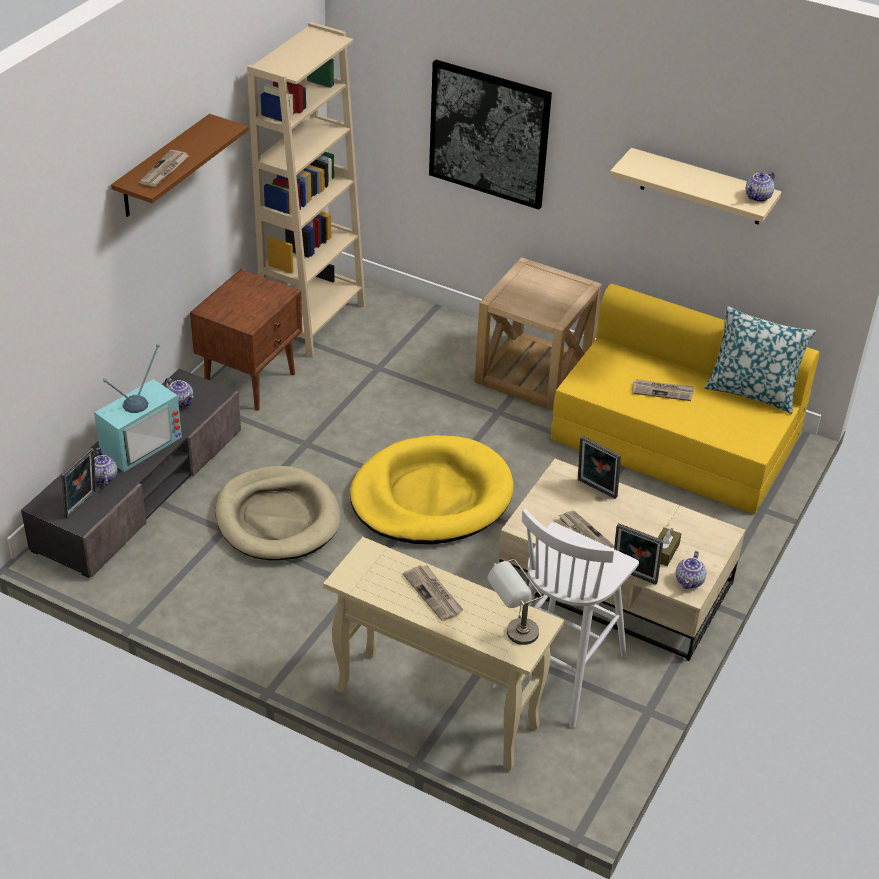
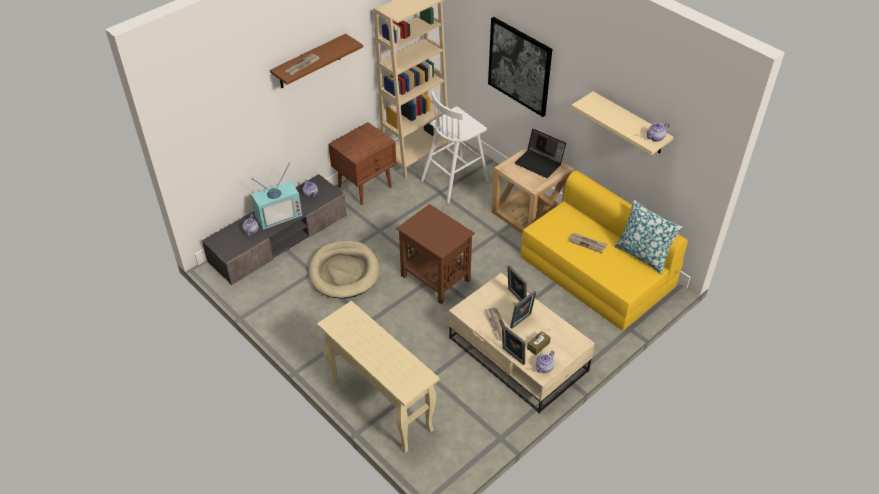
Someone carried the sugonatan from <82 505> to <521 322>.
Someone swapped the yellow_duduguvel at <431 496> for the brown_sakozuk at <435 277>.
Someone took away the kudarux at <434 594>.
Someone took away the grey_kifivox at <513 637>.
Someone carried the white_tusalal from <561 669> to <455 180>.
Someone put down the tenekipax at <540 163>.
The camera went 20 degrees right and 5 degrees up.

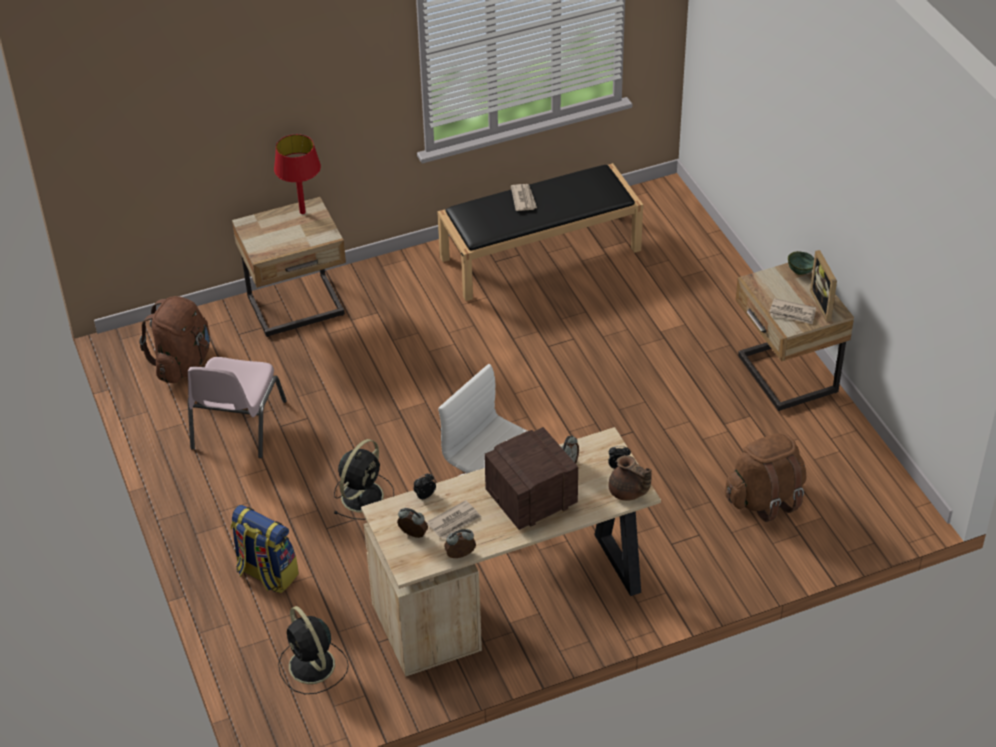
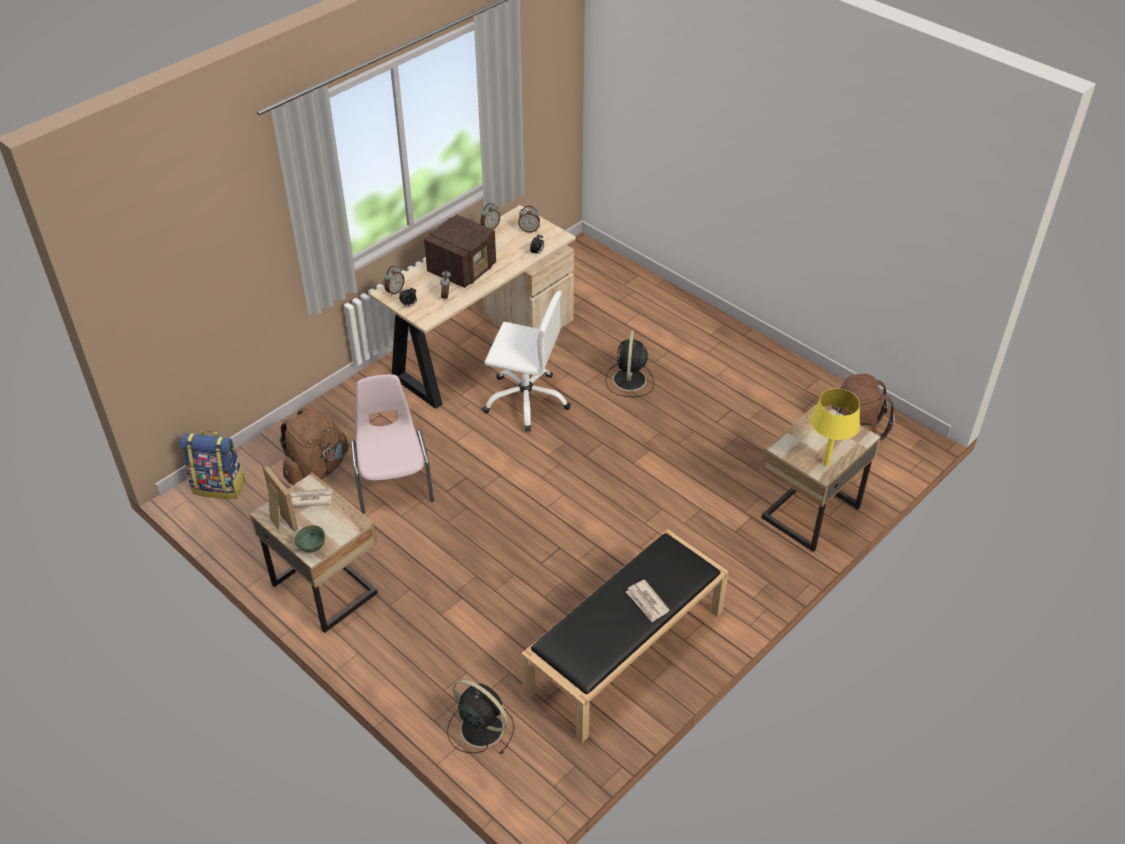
Someone carried the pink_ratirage from <236 426> to <393 480>.
Someone carried the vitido from <266 574> to <220 486>.
Someone repainted the red_kifivox at <302 212>, which became the yellow_kifivox at <826 464>.
Someone carried the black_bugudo from <313 667> to <480 727>.
Someone took away the kudarux at <454 521>.
Someone swapped the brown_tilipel at <628 492> for the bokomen at <394 291>.
The camera went 155 degrees right and 0 degrees up.

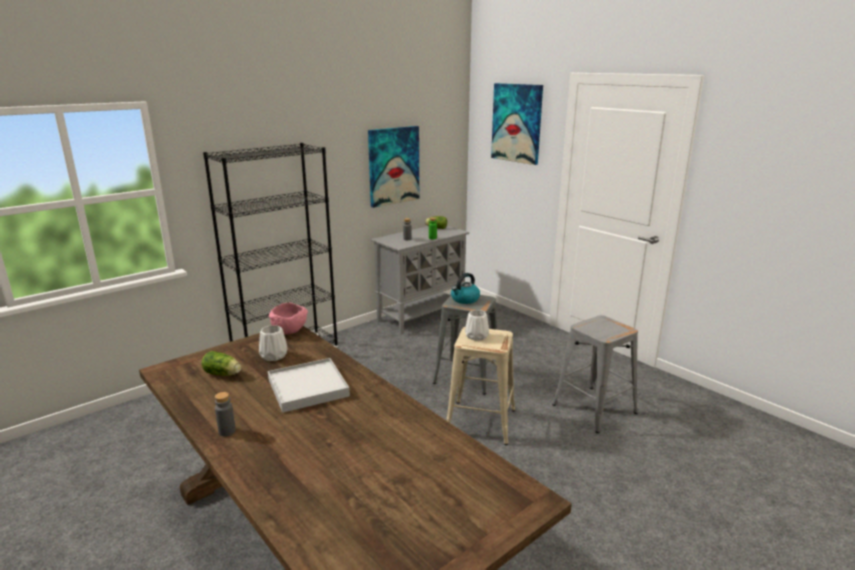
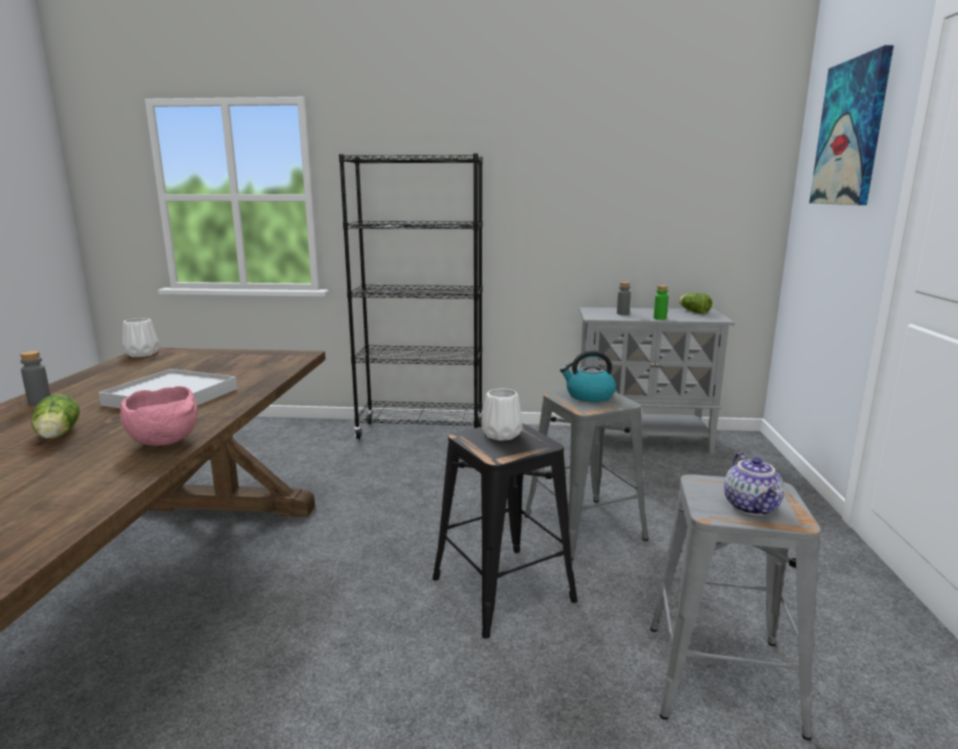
Someone carried the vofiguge from <223 374> to <57 436>.
Someone carried the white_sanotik from <273 356> to <141 354>.
Someone carried the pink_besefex from <290 331> to <166 442>.
Someone took away the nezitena at <393 166>.
Someone repainted the beige_tusalal at <481 421>, which became the black_tusalal at <504 588>.
Someone put down the tilipel at <752 507>.
The camera went 45 degrees right and 5 degrees down.

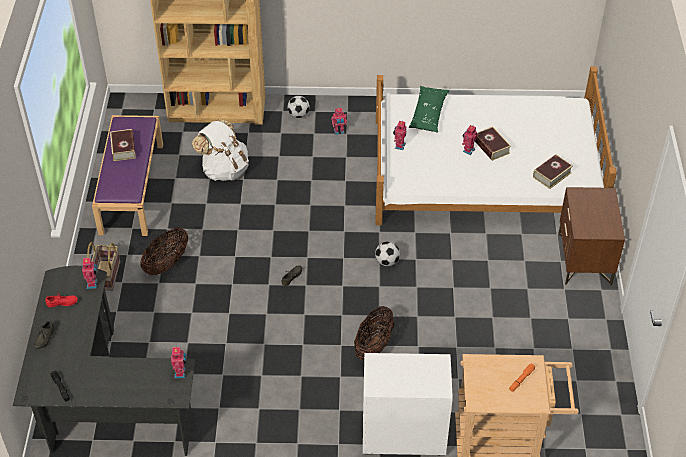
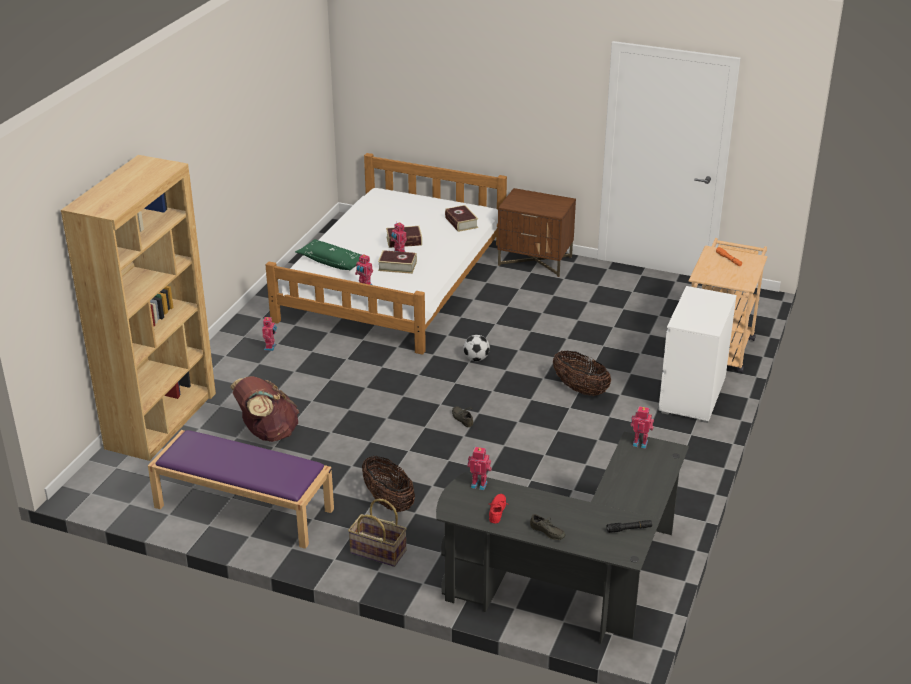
Someone carried the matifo from <123 148> to <397 266>.
Someone repainted the white_vitido at <224 169>, which became the brown_vitido at <267 433>.
Someone took away the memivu at <298 115>.
The camera went 70 degrees left and 15 degrees down.

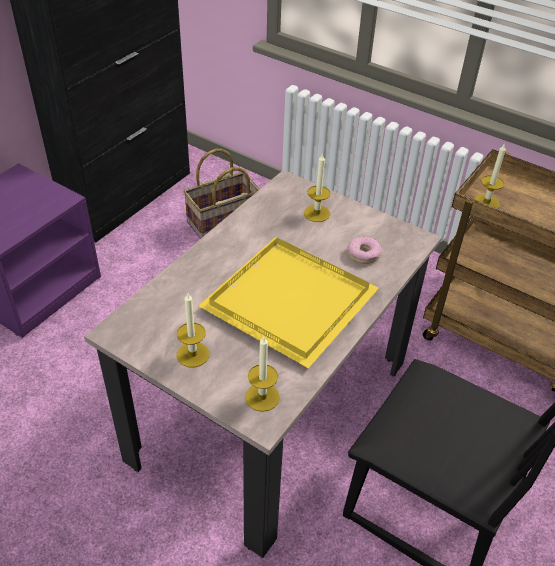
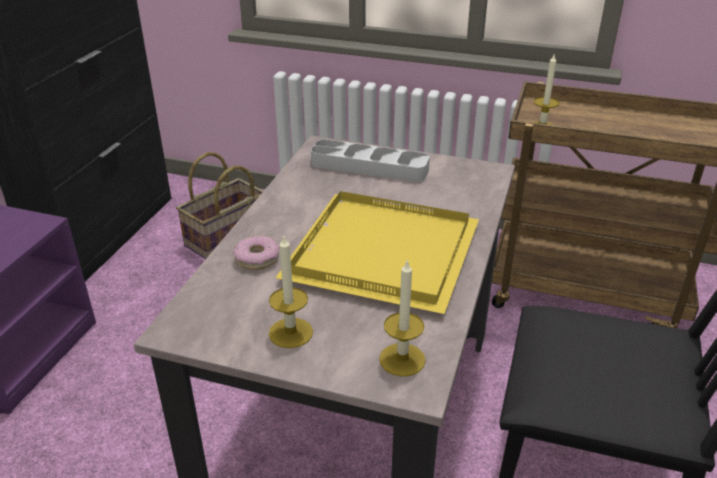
Someone swapped the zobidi at <317 213> for the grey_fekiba at <369 167>.
Someone carried the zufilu from <363 254> to <257 258>.
The camera went 15 degrees left and 10 degrees down.

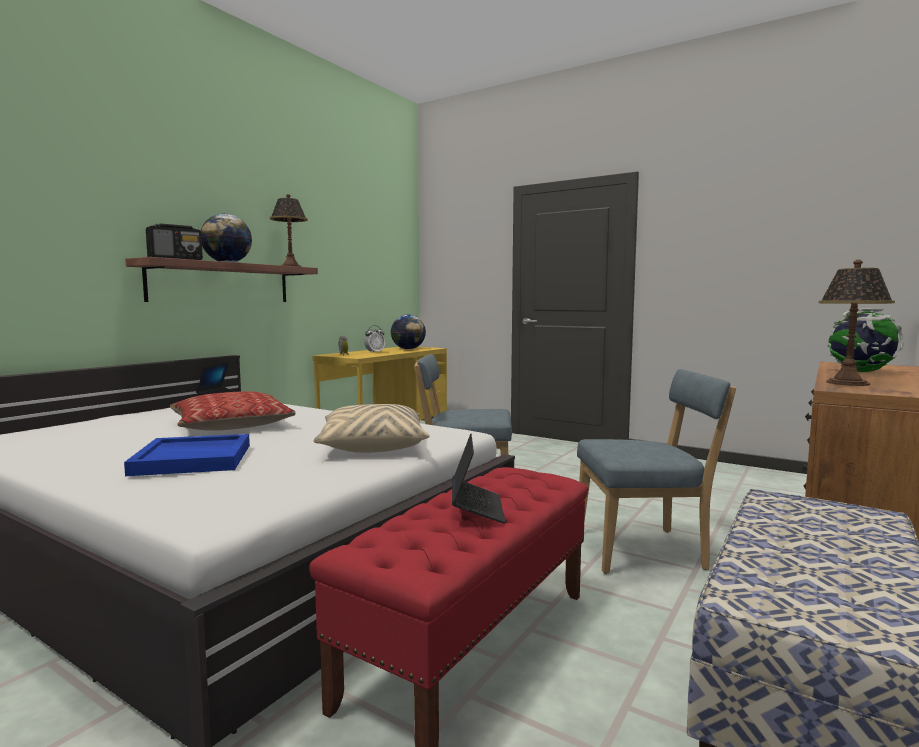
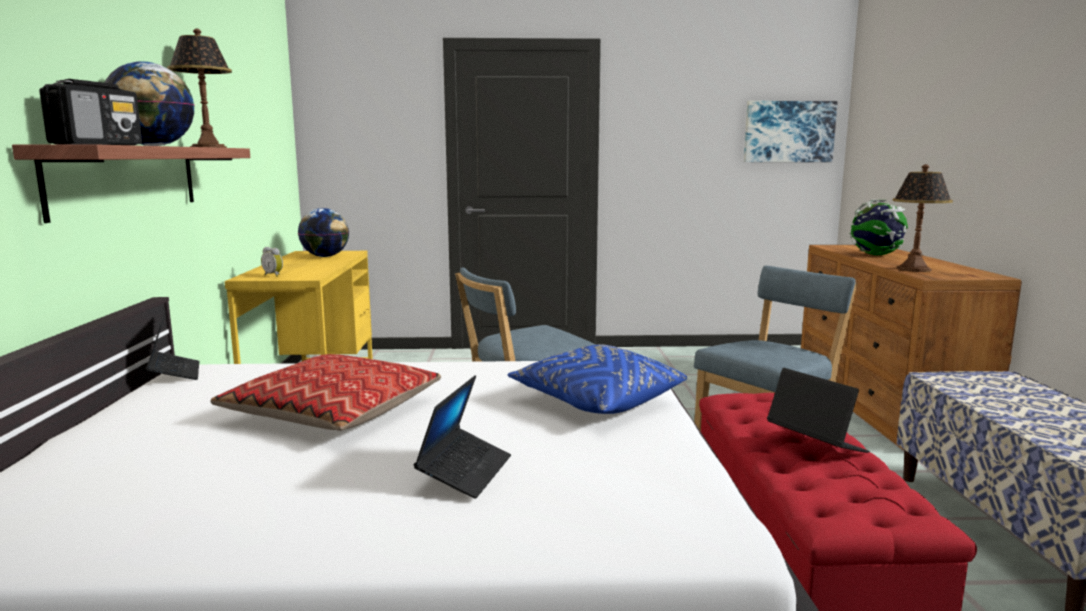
Someone swapped the blue_fekiba at <194 459> for the tenekipax at <465 471>.
Someone repainted the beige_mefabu at <372 446>, which became the blue_mefabu at <596 401>.
Someone took away the bokomen at <375 352>.
Someone put up the nezitena at <788 132>.
The camera went 35 degrees left and 5 degrees up.

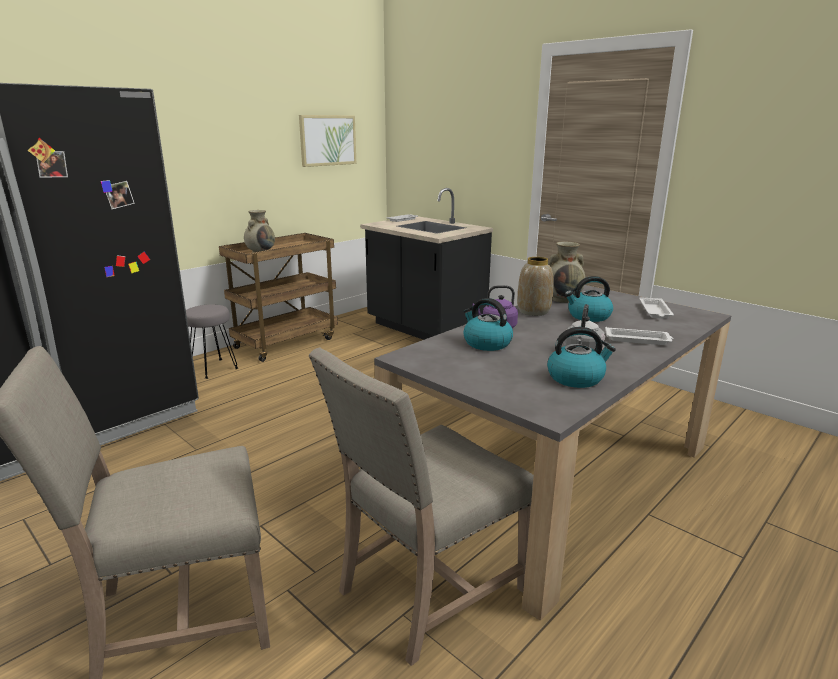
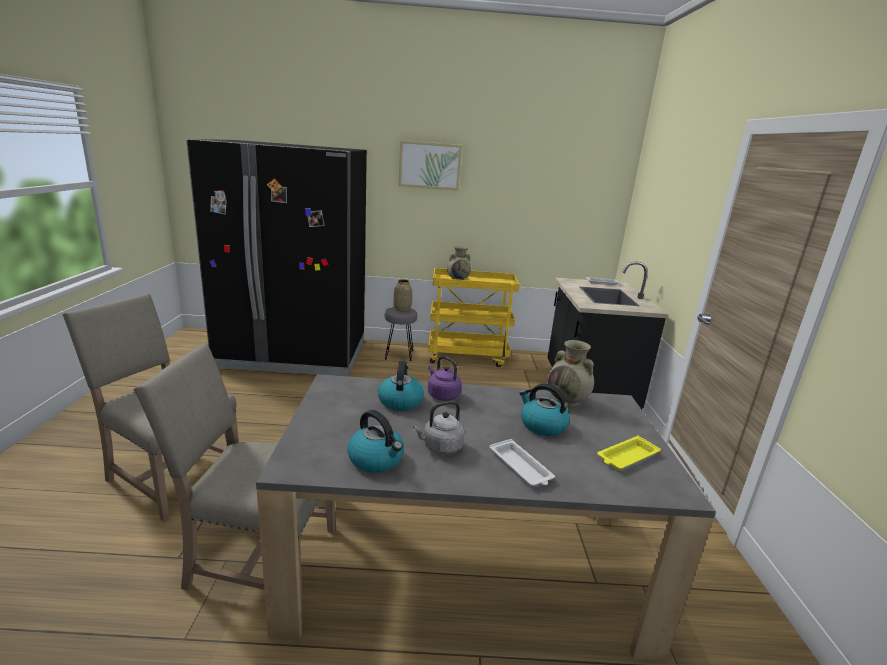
Someone repainted the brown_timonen at <286 342>, which became the yellow_timonen at <467 356>.
Someone carried the nezitena from <327 140> to <429 165>.
Someone carried the sanotik from <534 312> to <402 309>.
Someone repainted the white_fekiba at <655 311>, which became the yellow_fekiba at <626 457>.
The camera went 45 degrees right and 0 degrees up.

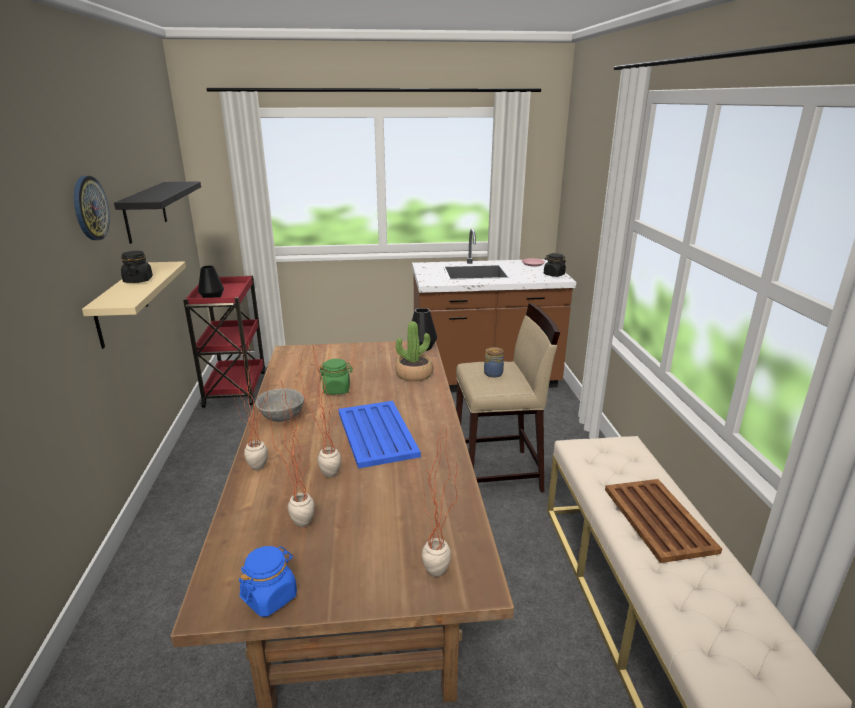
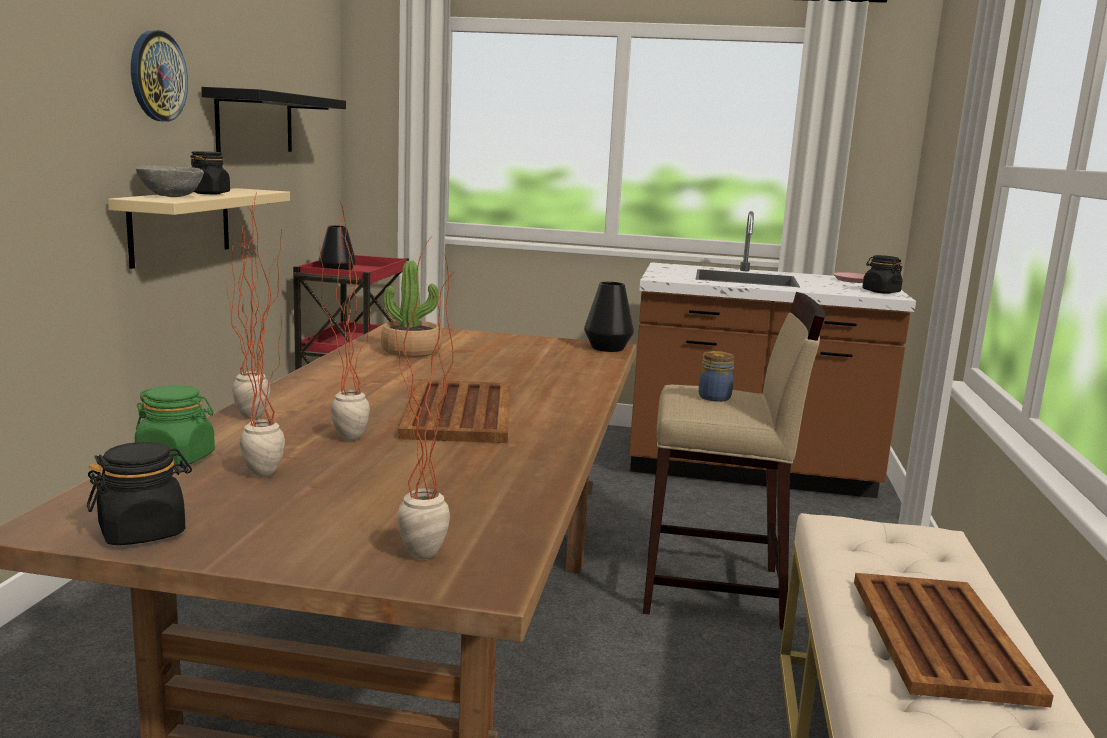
Someone repainted the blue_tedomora at <270 597>, which became the black_tedomora at <143 532>.
Someone carried the grey_besefex from <281 417> to <171 196>.
Someone carried the green_tedomora from <337 390> to <176 458>.
Someone repainted the blue_fekiba at <377 433>, which became the brown_fekiba at <459 412>.
Someone carried the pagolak from <414 374> to <411 351>.
The camera went 15 degrees right and 10 degrees down.

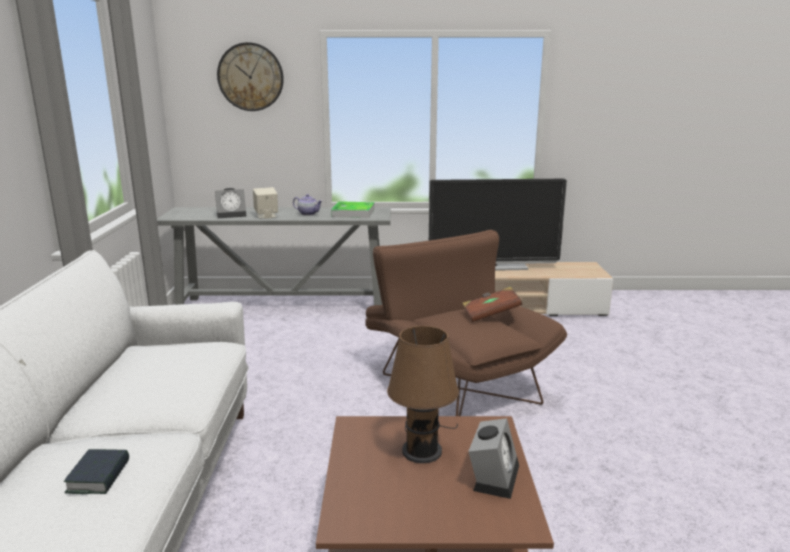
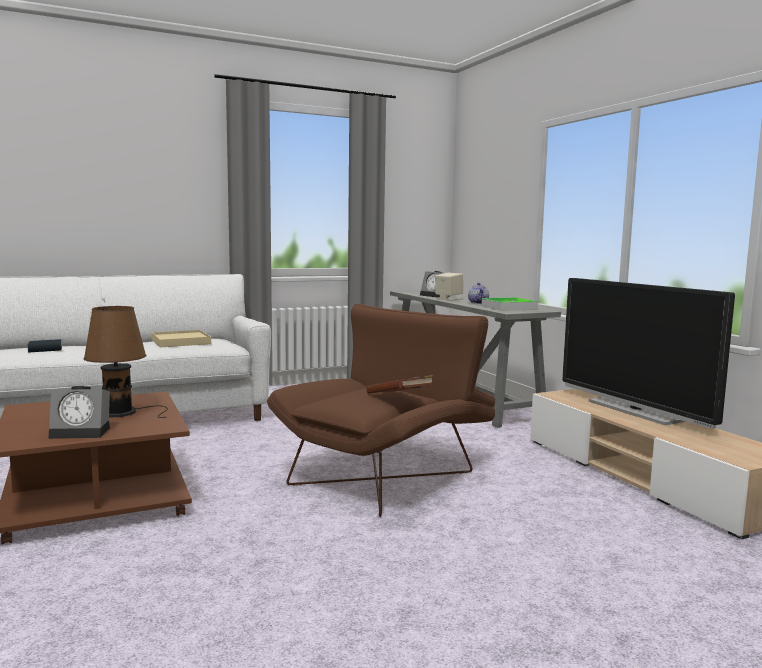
Someone took away the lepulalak at <250 77>.
Someone put down the beige_fekiba at <181 342>.
The camera went 65 degrees right and 10 degrees down.

